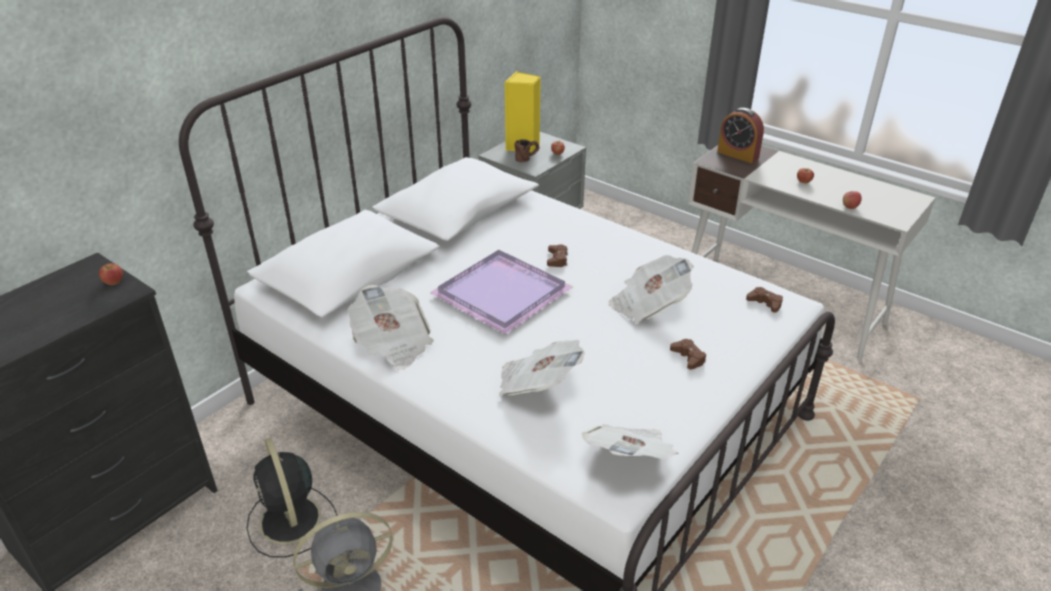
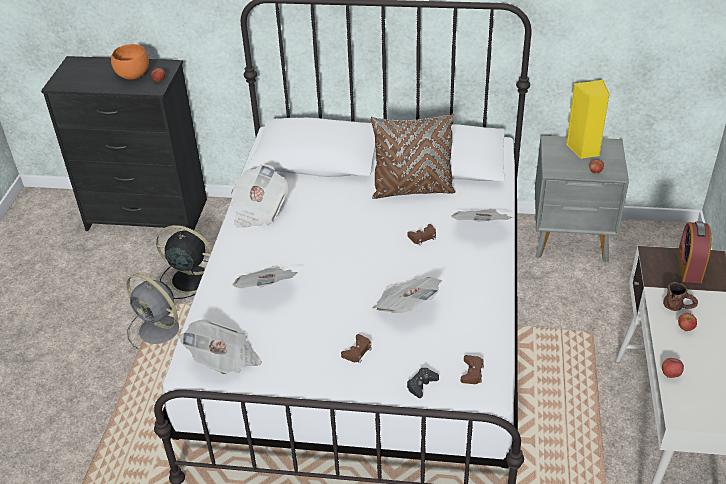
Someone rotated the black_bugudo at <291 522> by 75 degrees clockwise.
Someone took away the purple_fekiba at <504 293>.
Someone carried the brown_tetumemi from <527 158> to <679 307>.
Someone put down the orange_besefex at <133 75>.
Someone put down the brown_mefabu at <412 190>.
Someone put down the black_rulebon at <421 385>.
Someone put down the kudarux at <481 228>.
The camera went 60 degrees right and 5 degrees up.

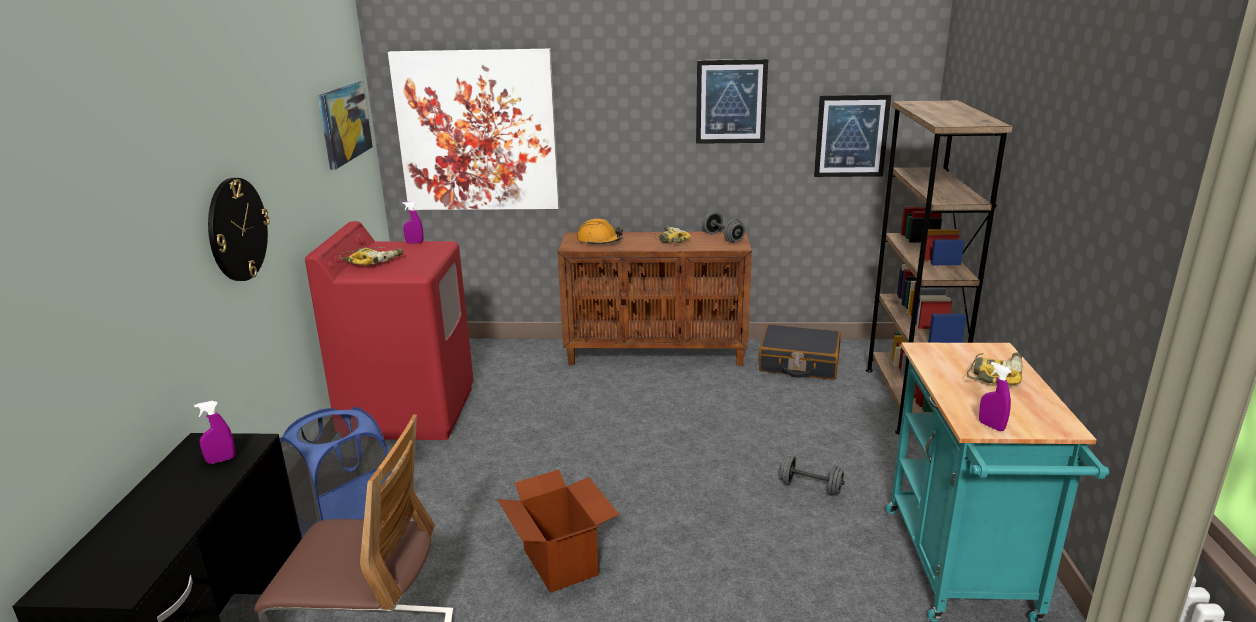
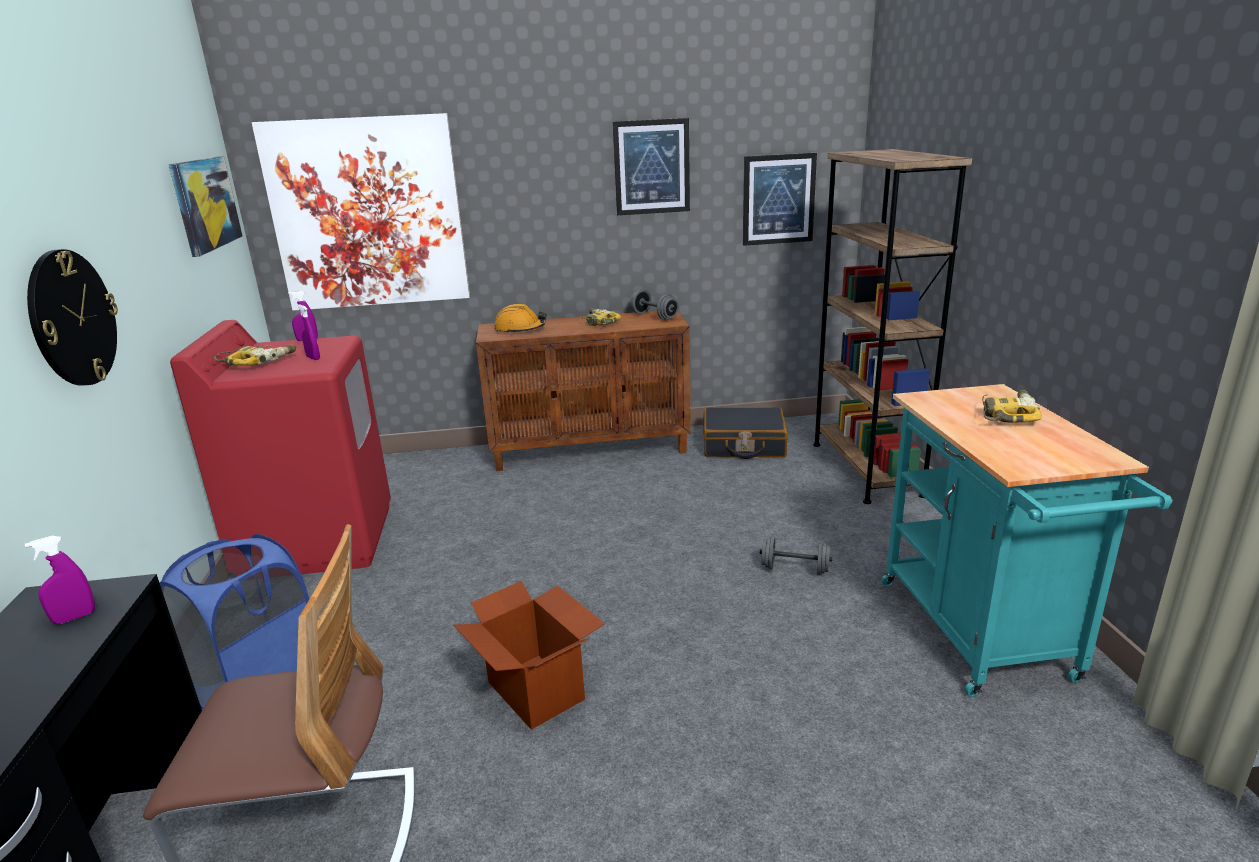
Someone carried the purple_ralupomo from <991 426> to <313 358>.
The camera went 10 degrees left and 0 degrees up.

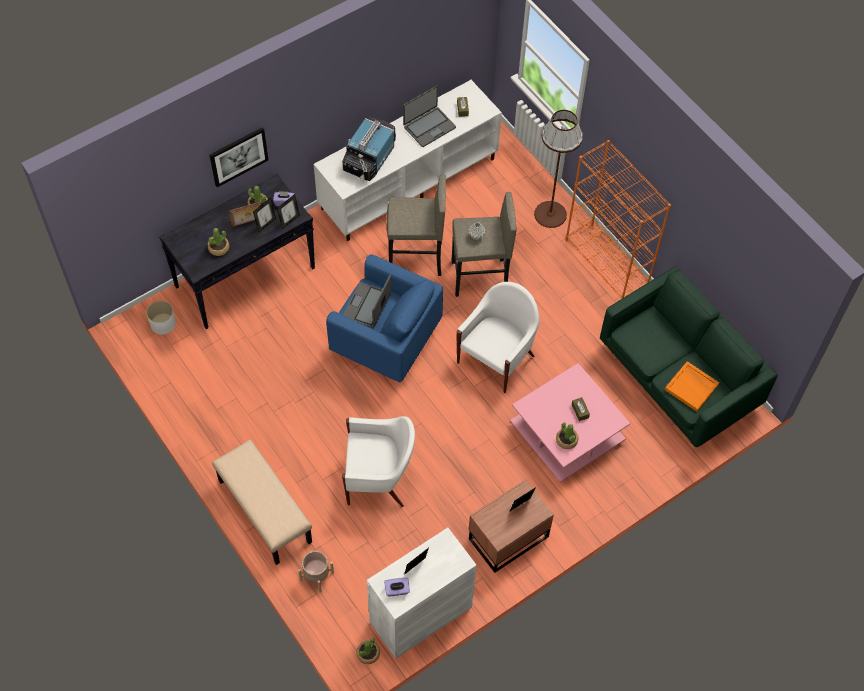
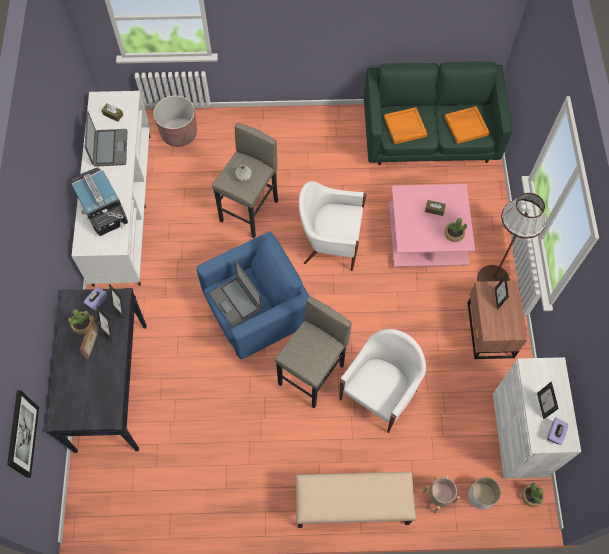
Someone carried the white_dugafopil from <163 324> to <481 495>.
Someone took away the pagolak at <219 248>.
Someone carried the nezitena from <238 156> to <21 434>.
Someone carried the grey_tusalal from <415 258> to <312 375>.
Someone rotated the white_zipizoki at <497 358> by 60 degrees counterclockwise.
Someone carried the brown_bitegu from <550 214> to <493 279>.
Someone took away the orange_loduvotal at <607 263>.
Someone put down the brown_dugafopil at <179 133>.
Someone put down the orange_fekiba at <405 127>.
The camera went 55 degrees left and 5 degrees up.

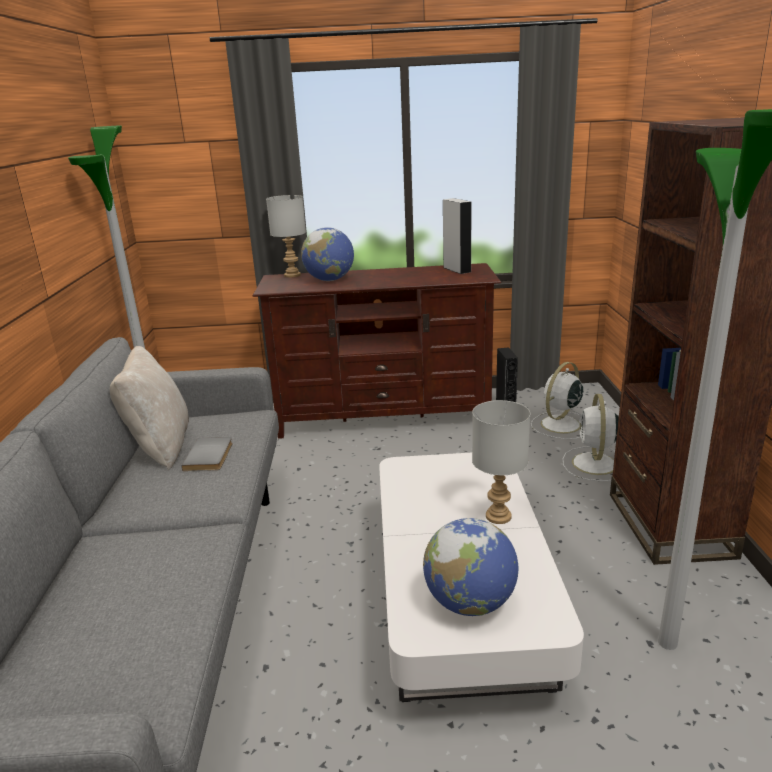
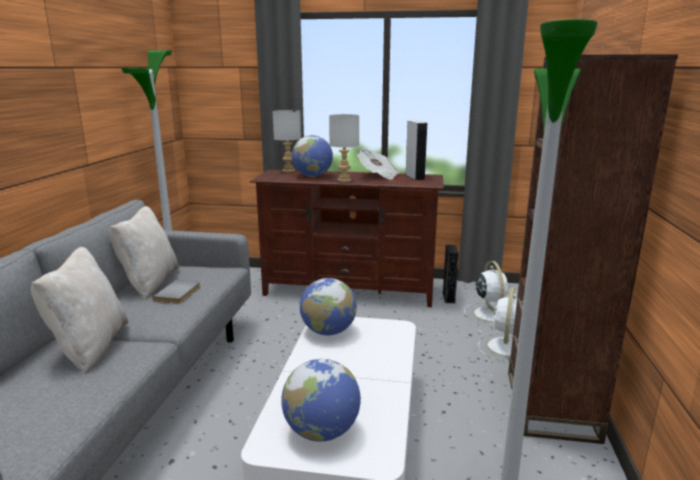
Someone carried the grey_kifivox from <497 516> to <344 180>.
Someone rotated the white_bugudo at <559 425> by 120 degrees clockwise.
Someone put down the beige_mefabu at <90 347>.
Someone put down the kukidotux at <328 332>.
Someone put down the kudarux at <378 176>.
The camera went 10 degrees right and 5 degrees down.

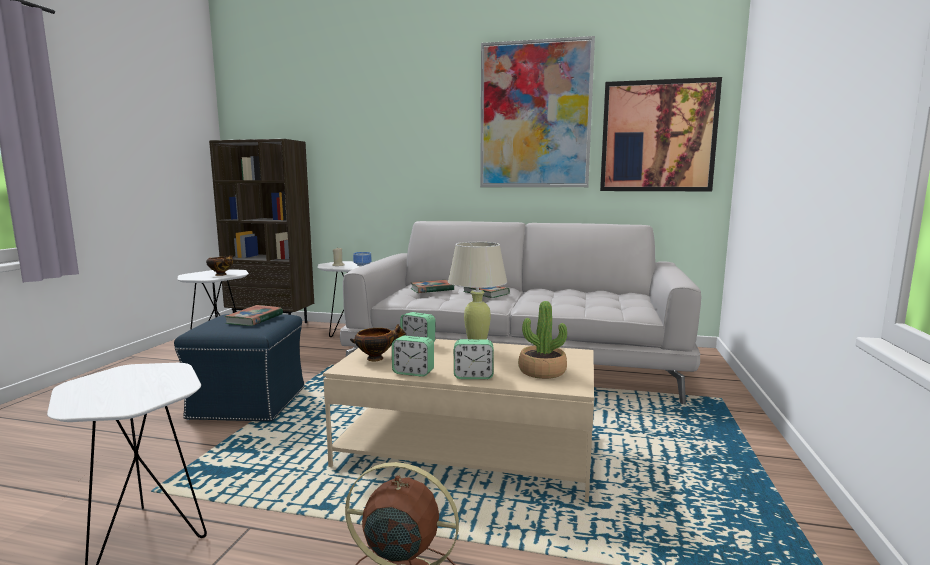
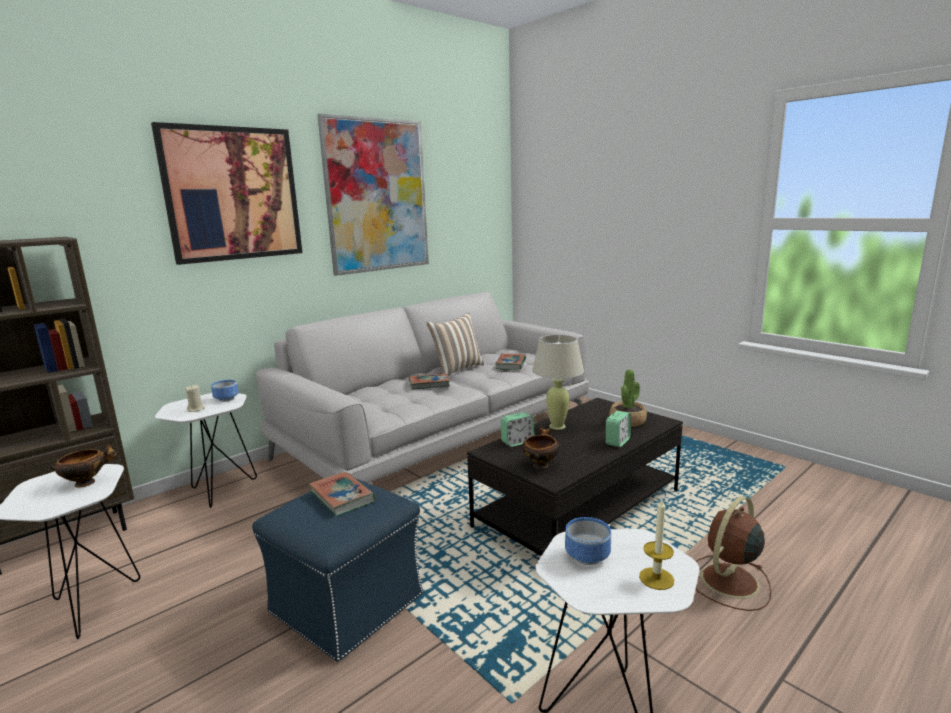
Someone repainted the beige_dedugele at <467 450>, which became the black_dedugele at <578 508>.
Someone took away the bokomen at <413 372>.
Someone carried the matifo from <432 289> to <511 364>.
Someone carried the nezitena from <657 136> to <233 194>.
Someone put down the mefabu at <457 369>.
Someone put down the besefex at <588 555>.
Someone put down the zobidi at <656 578>.
The camera went 55 degrees left and 5 degrees up.

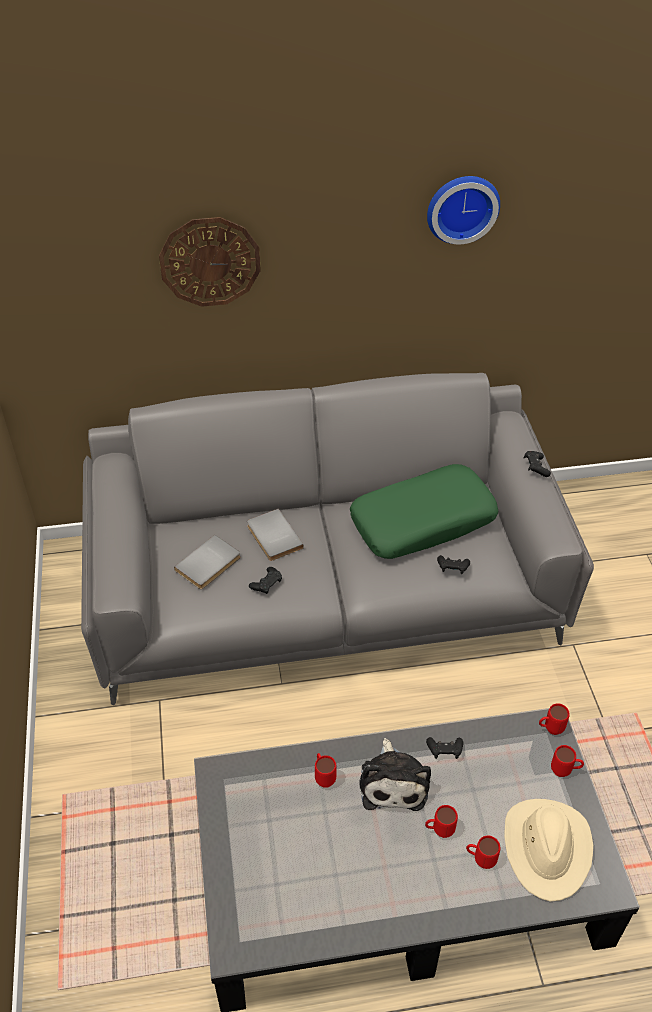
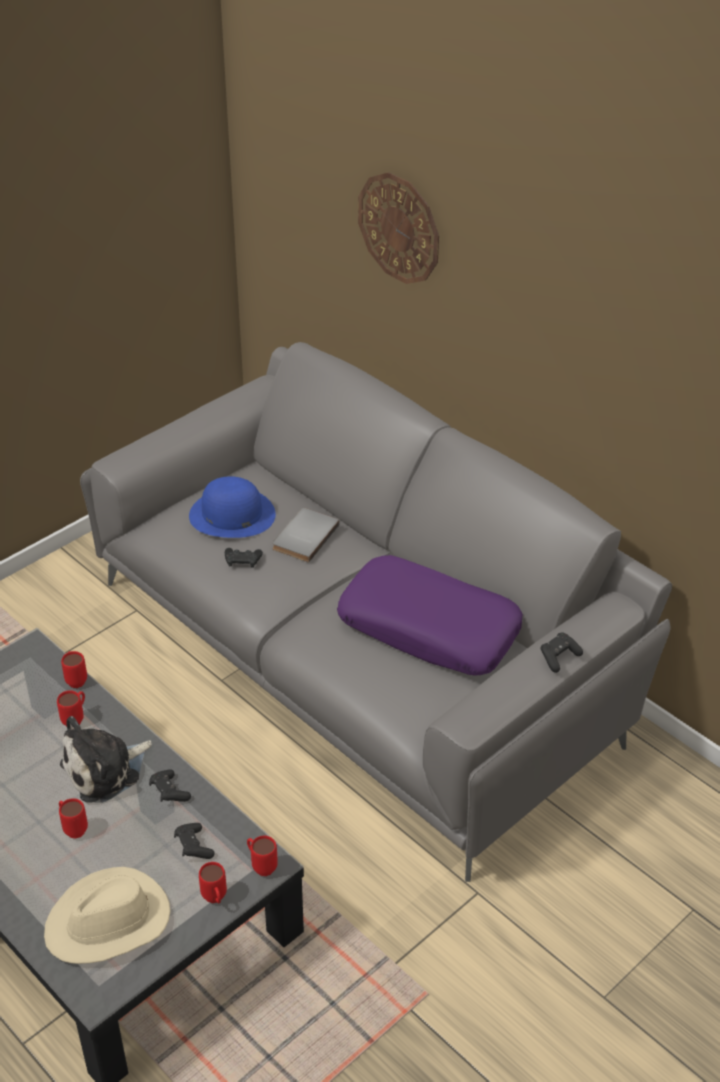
Someone swapped the grey_matifo at <209 565> for the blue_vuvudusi at <231 515>.
Someone repainted the green_mefabu at <422 521>, which became the purple_mefabu at <430 628>.
Someone took away the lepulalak at <461 207>.
Someone carried the black_rulebon from <452 568> to <193 847>.
Someone carried the red_tetumemi from <480 860> to <75 679>.
The camera went 55 degrees right and 5 degrees down.

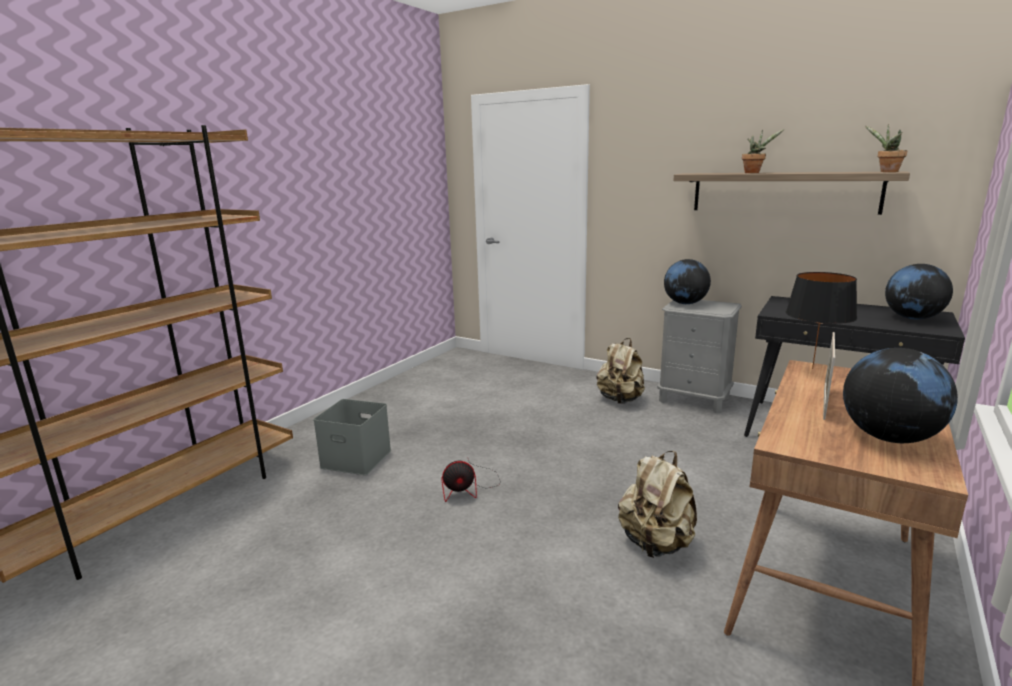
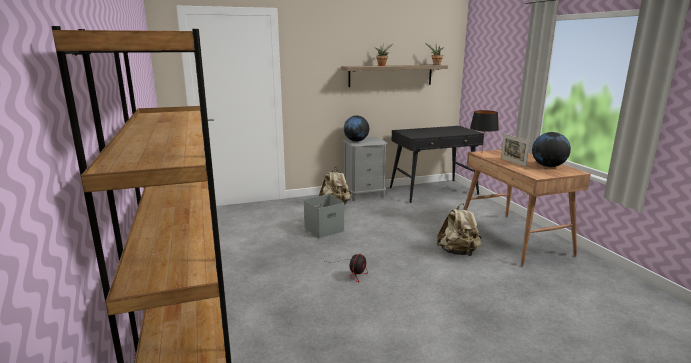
Someone carried the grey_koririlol from <358 458> to <324 229>.
Someone took away the kukidotux at <912 318>.
The camera went 50 degrees left and 0 degrees up.

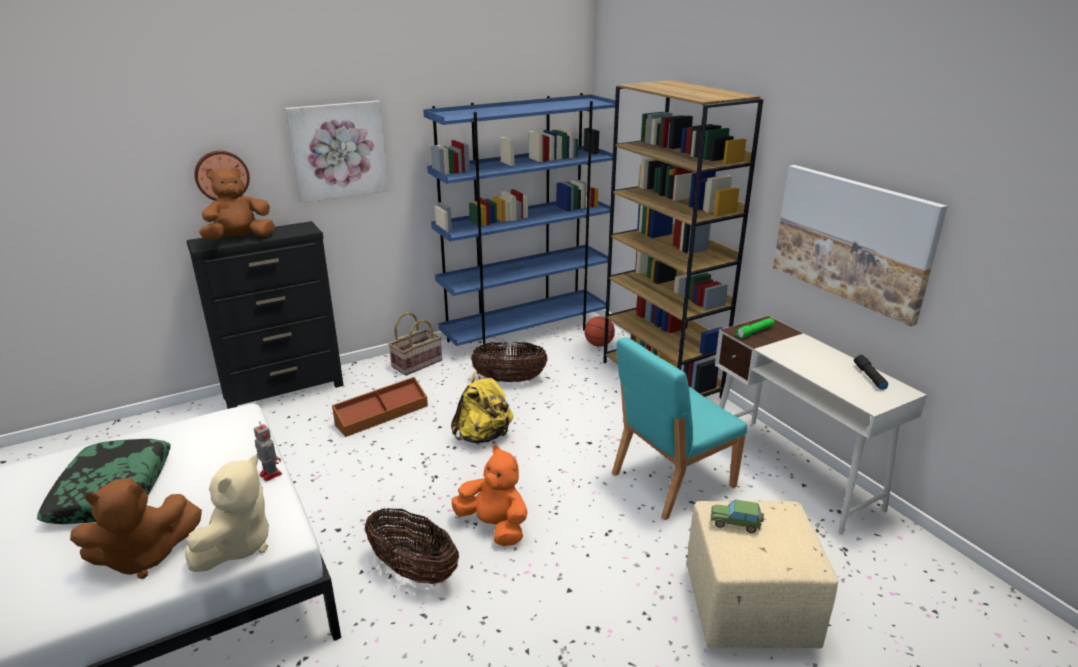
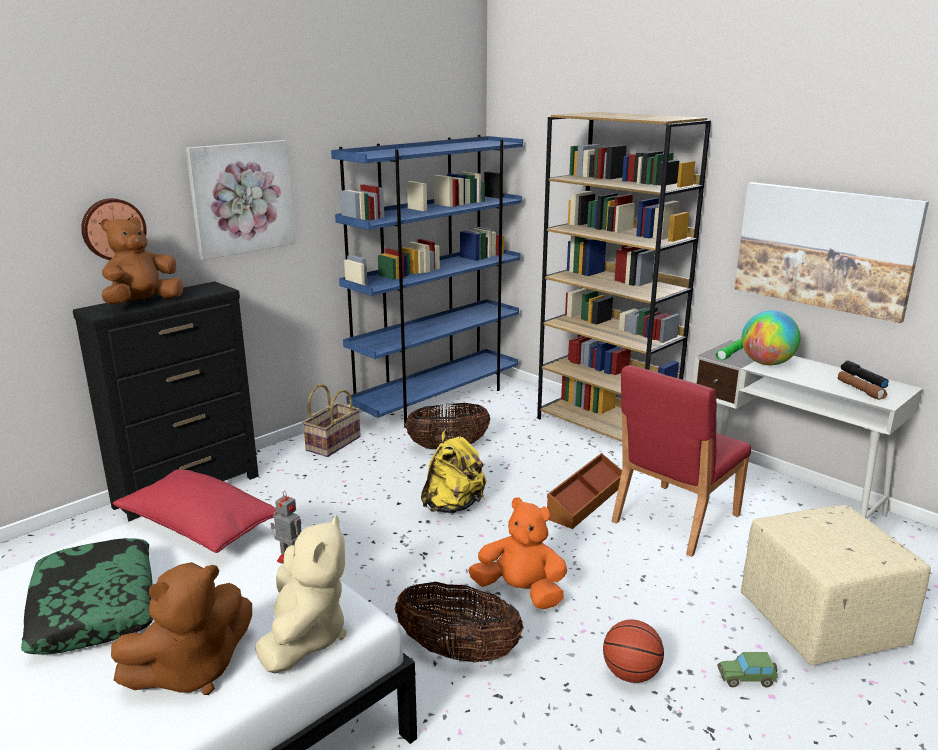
Someone carried the brown_koririlol from <381 415> to <585 500>.
Someone carried the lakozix from <599 344> to <631 674>.
Someone repainted the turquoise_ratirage at <671 480>, which became the red_ratirage at <674 519>.
Someone carried the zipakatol from <735 523> to <746 679>.
Someone put down the red_mefabu at <199 528>.
Someone put down the kukidotux at <766 363>.
Someone put down the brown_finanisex at <860 390>.
The camera went 15 degrees left and 5 degrees down.

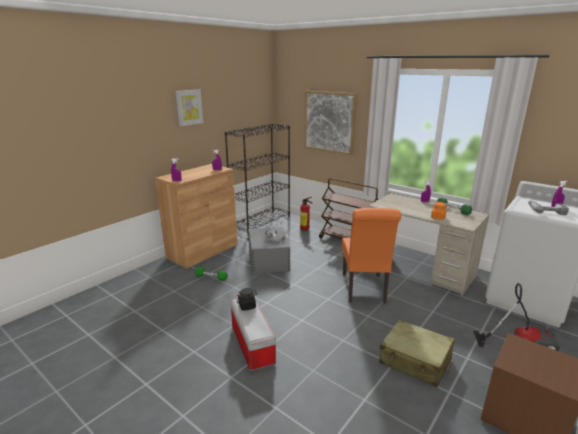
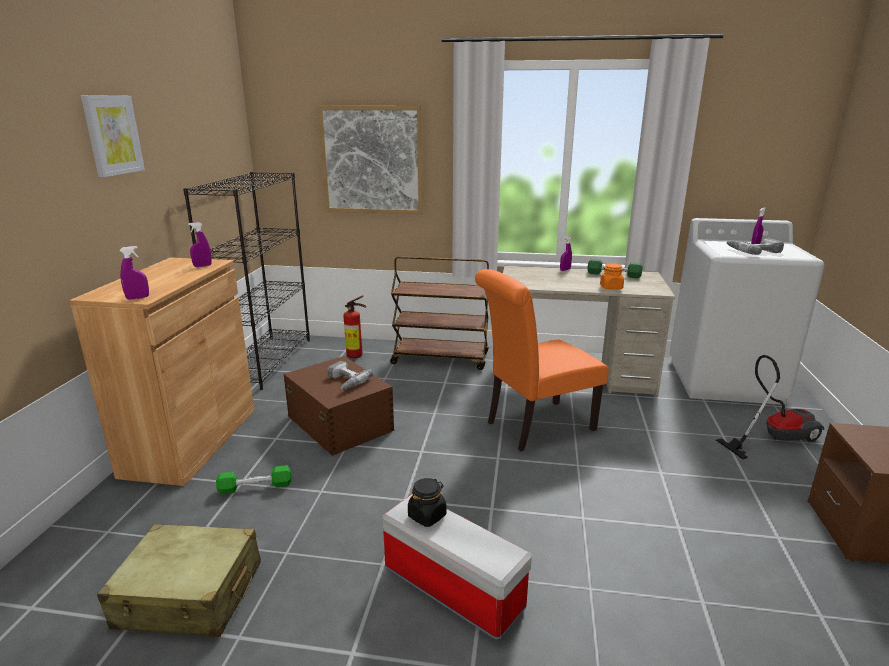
Someone repainted the grey_koririlol at <268 260>, which became the brown_koririlol at <340 422>.
Someone rotated the orange_ratirage at <364 290> by 90 degrees clockwise.
Someone carried the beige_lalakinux from <415 361> to <190 595>.
The camera went 30 degrees left and 0 degrees up.

